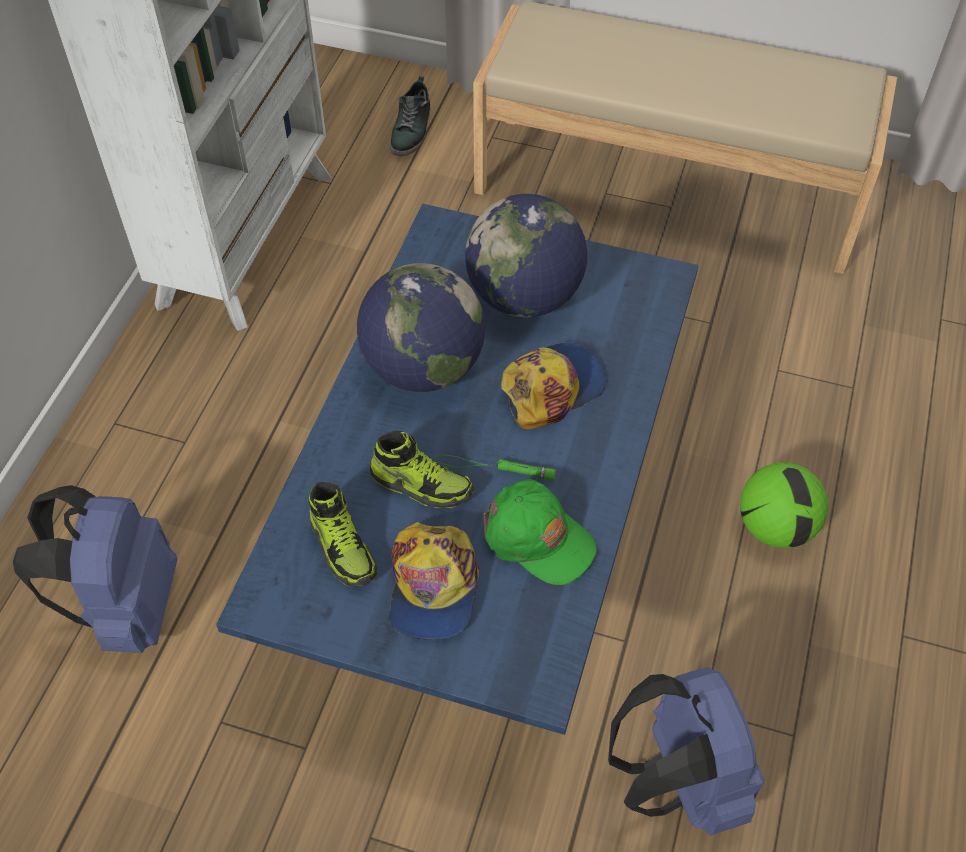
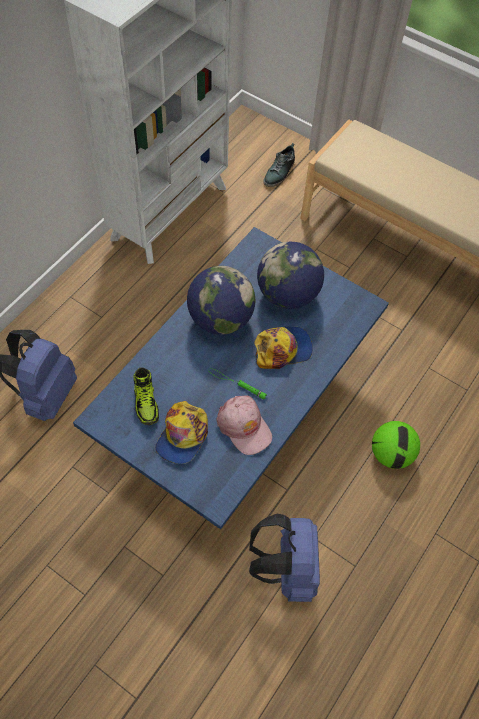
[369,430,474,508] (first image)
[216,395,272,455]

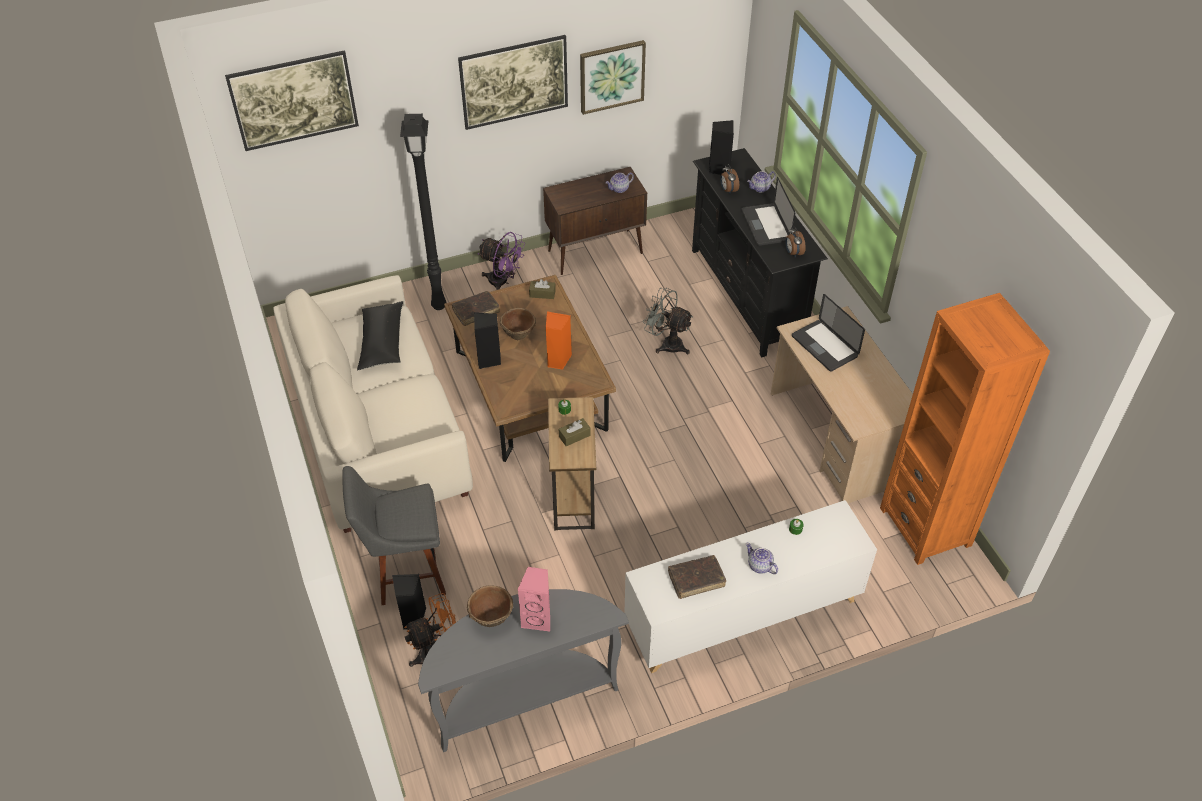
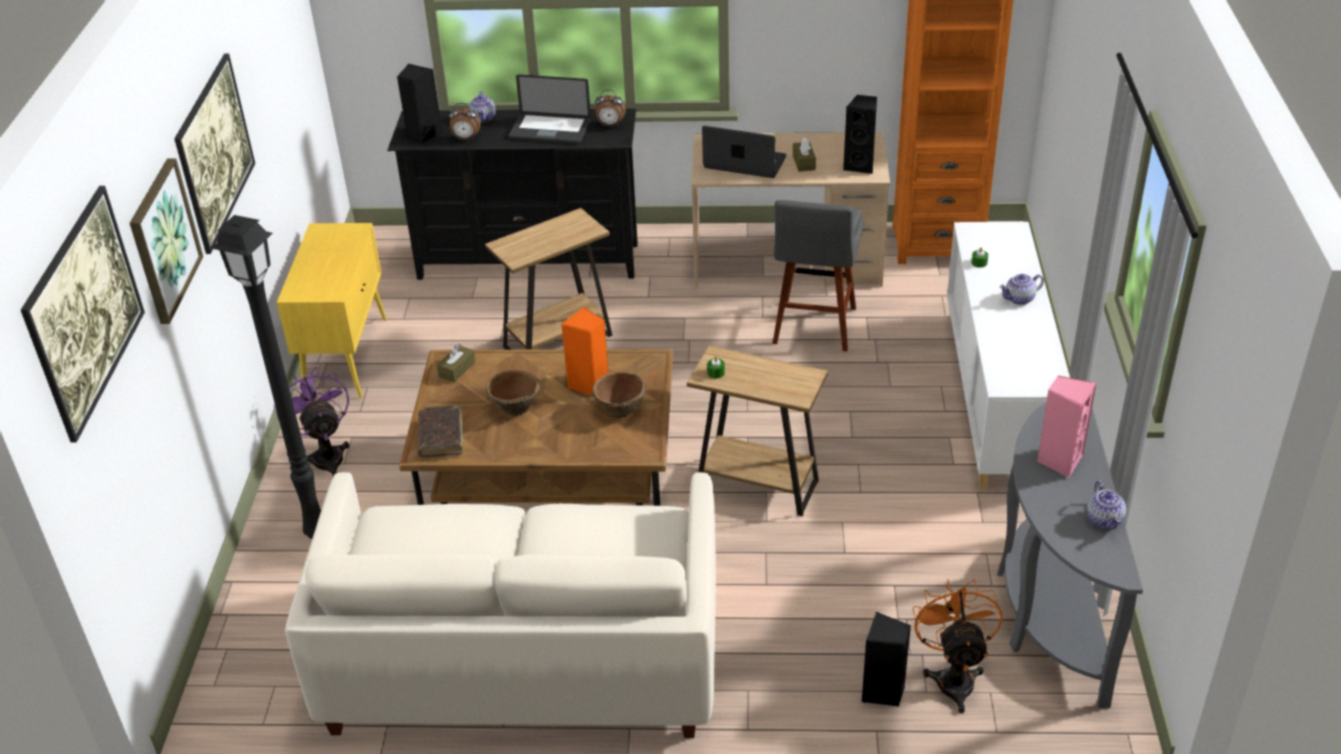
[130,158,203,324]
[277,223,386,398]
[1087,481,1126,530]
[273,367,349,477]
[485,208,612,350]
[702,126,786,178]
[357,301,403,370] (first image)
[843,95,877,174]
[793,137,816,172]
[773,200,863,352]
[668,555,726,599] (first image)
[592,372,646,418]

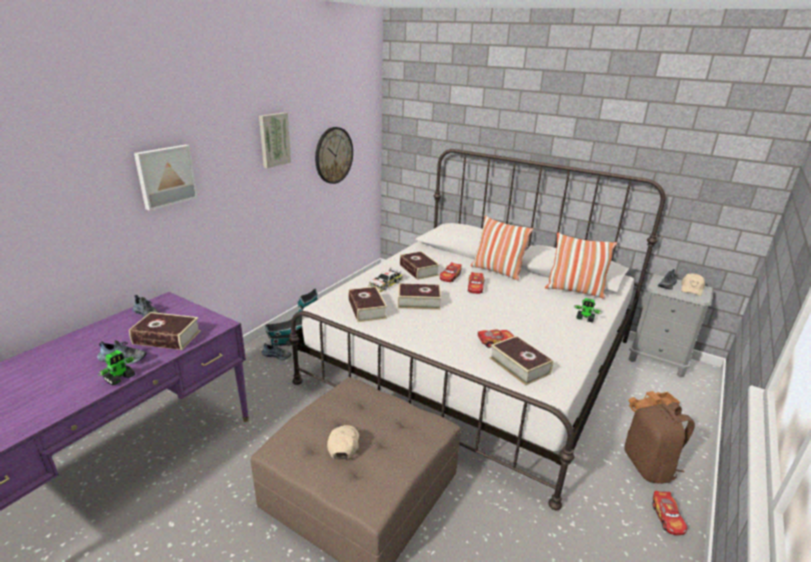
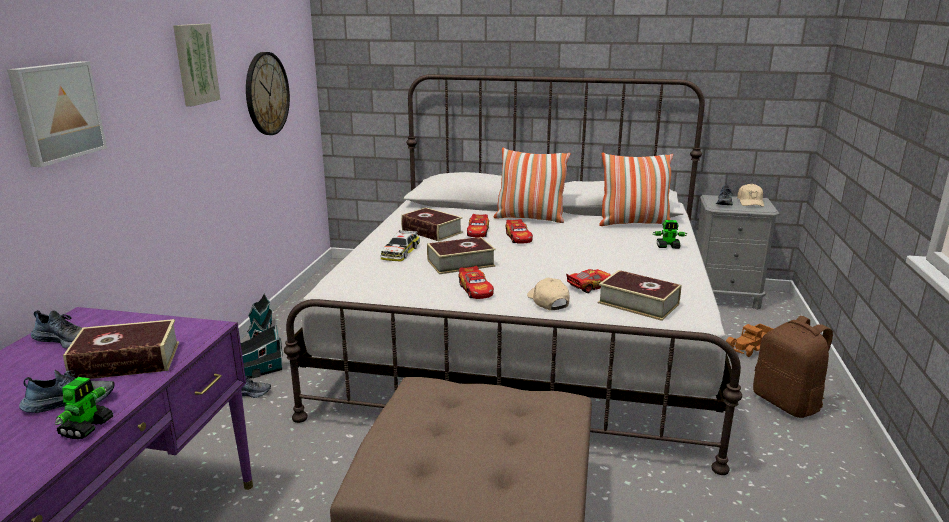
[348,286,387,322] (first image)
[527,278,569,310]
[458,266,494,299]

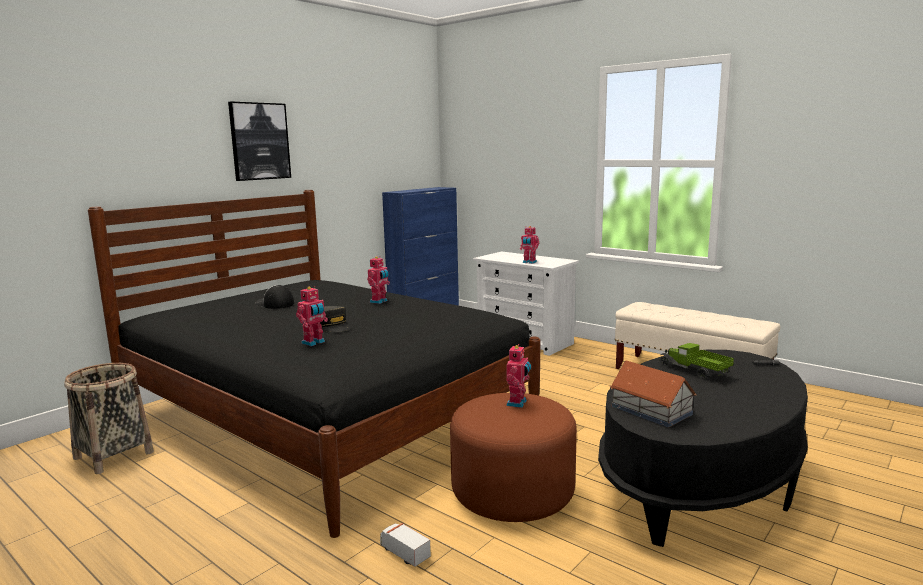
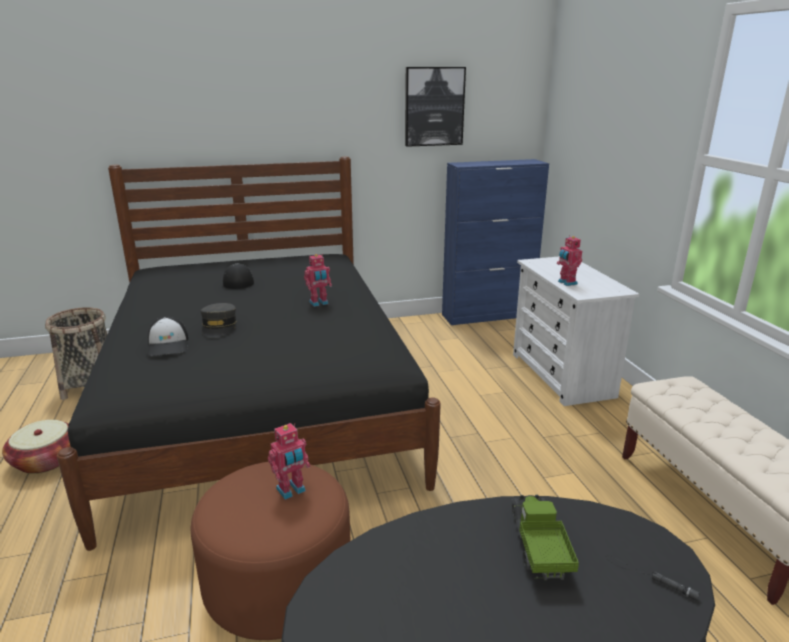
[405,67,466,147]
[147,317,189,356]
[610,360,697,427] (first image)
[380,523,431,567] (first image)
[2,420,71,474]

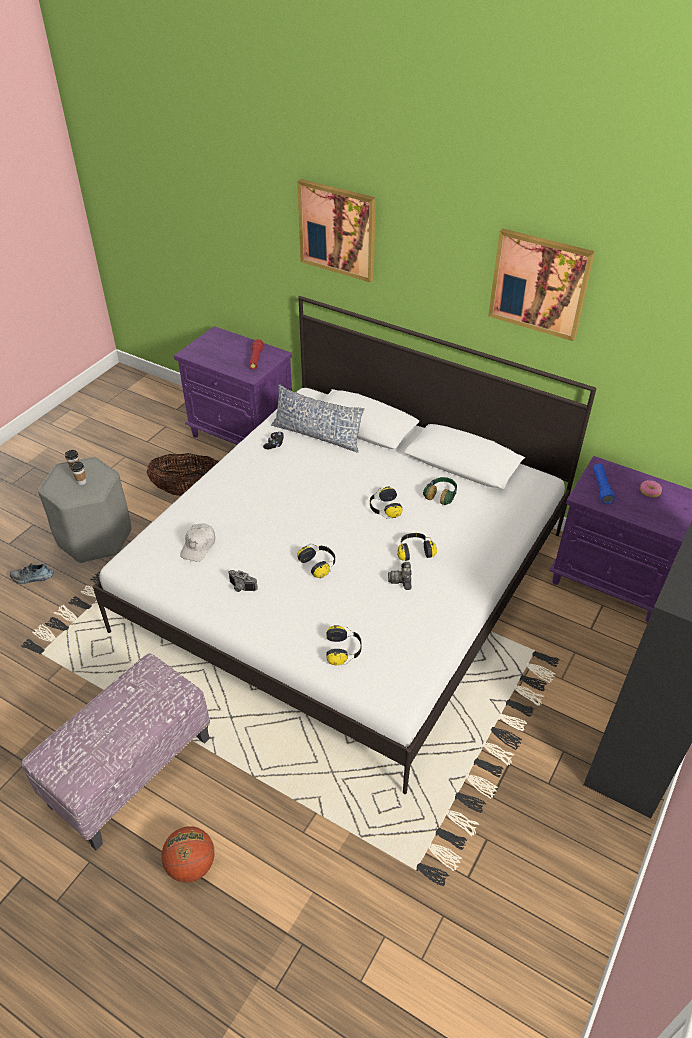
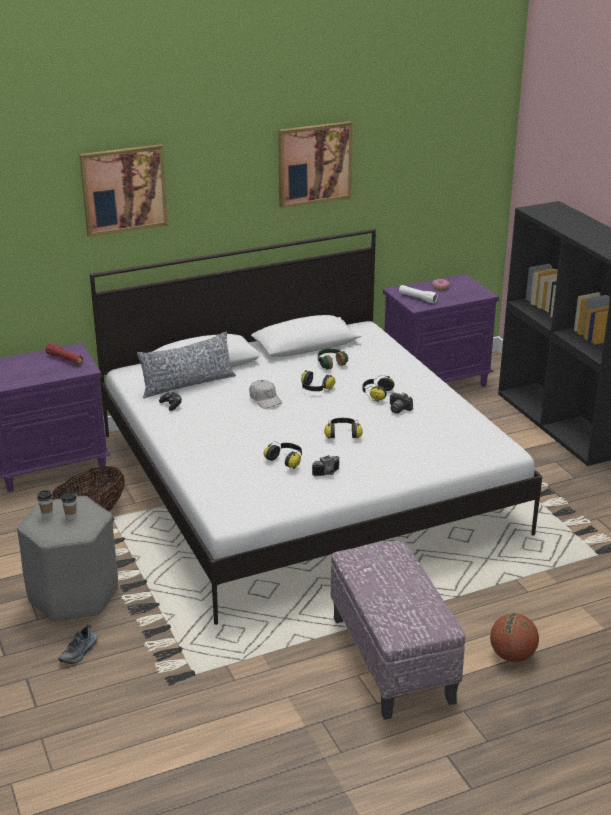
[399,285,438,303]
[249,380,282,409]
[264,441,302,469]

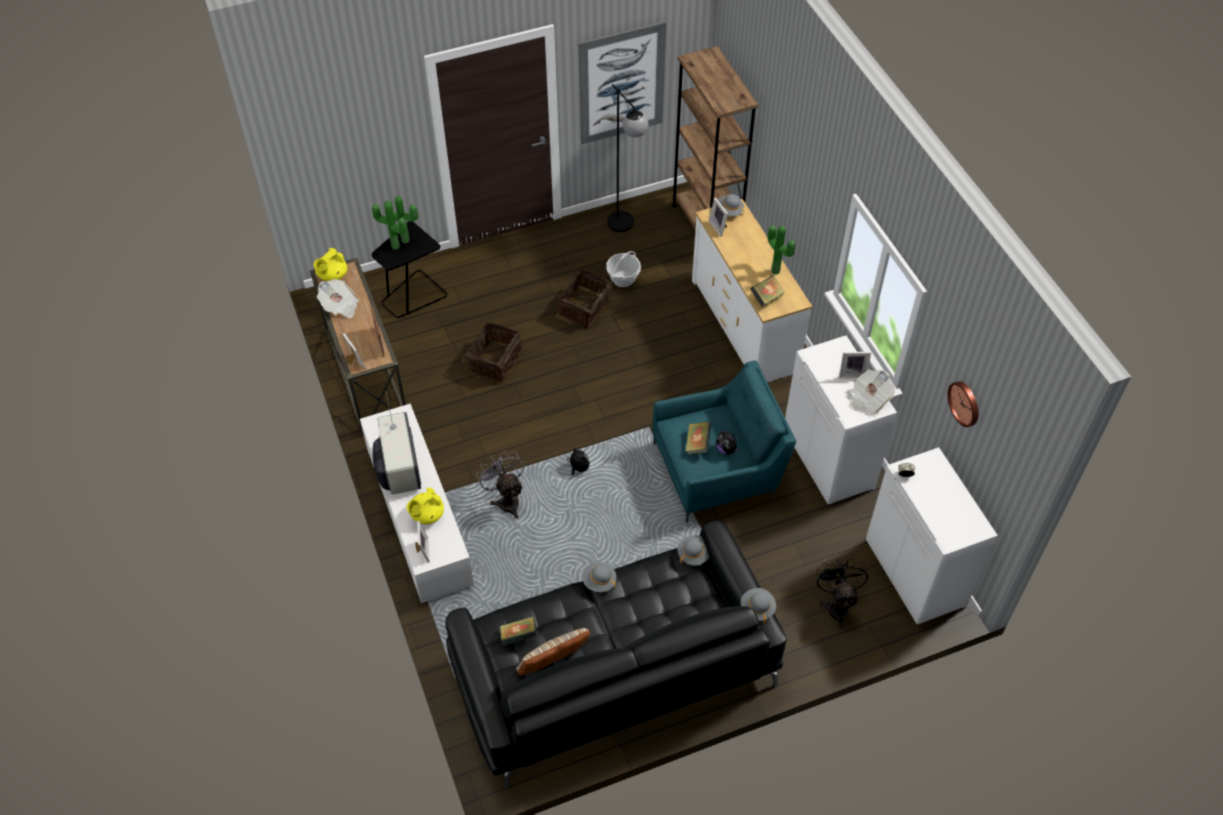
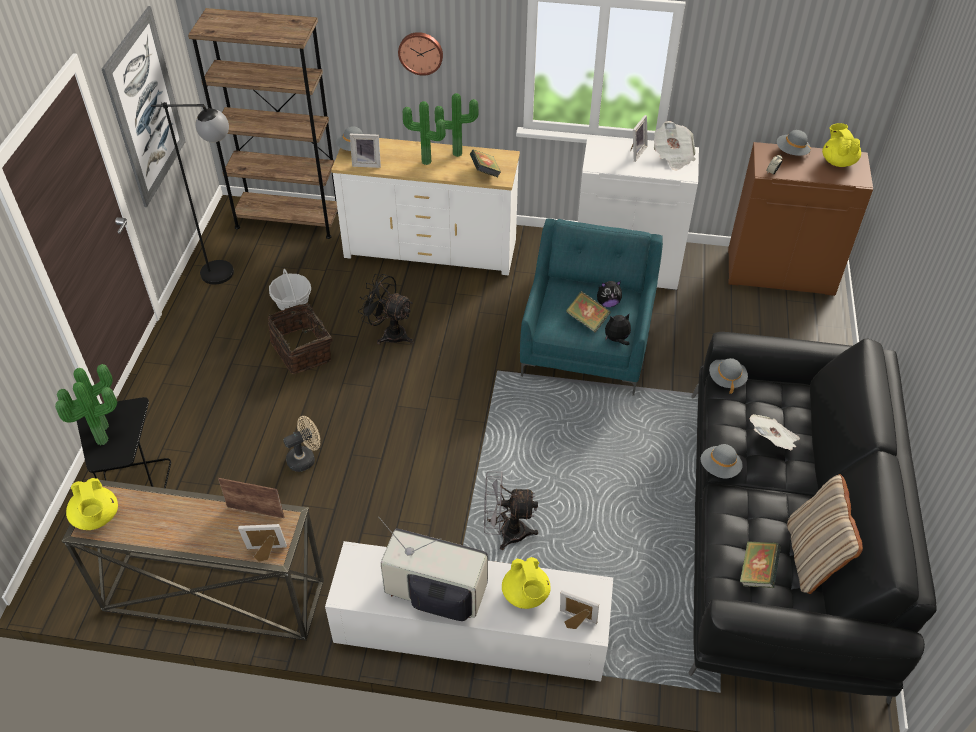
[750,414,800,451]
[283,416,320,472]
[398,32,443,76]
[605,314,631,345]
[728,142,873,296]
[358,274,413,345]
[777,130,811,156]
[403,101,446,165]
[822,123,861,167]

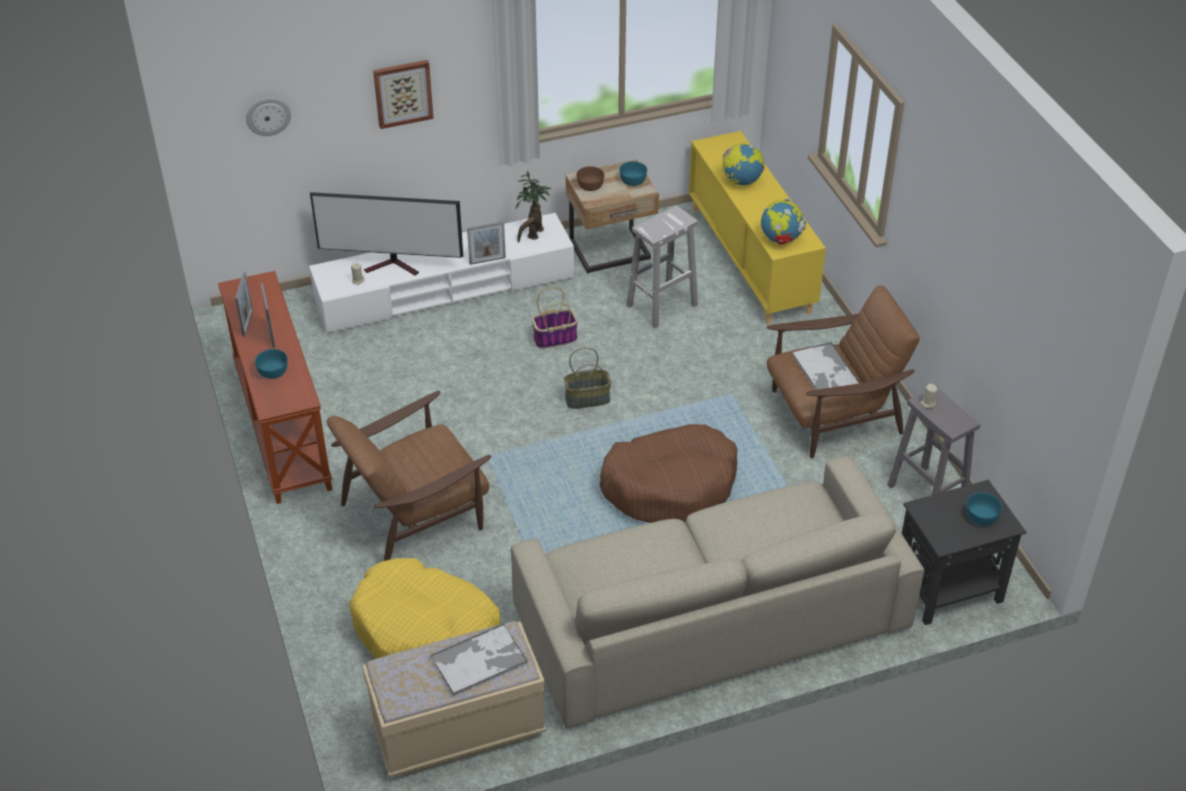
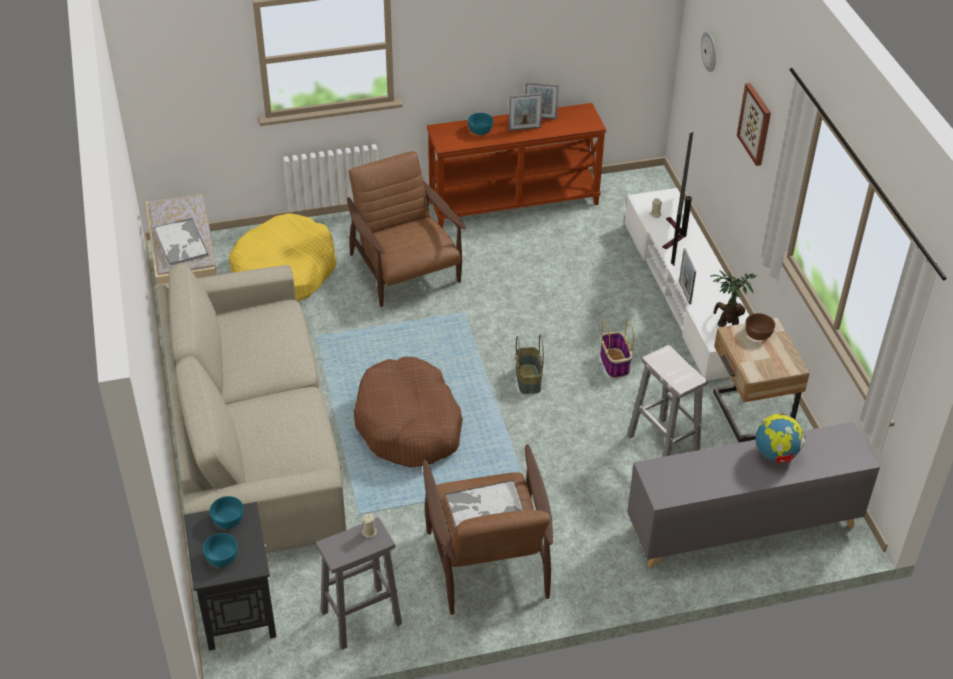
[627,422,880,568]
[209,496,244,529]
[761,198,806,245] (first image)

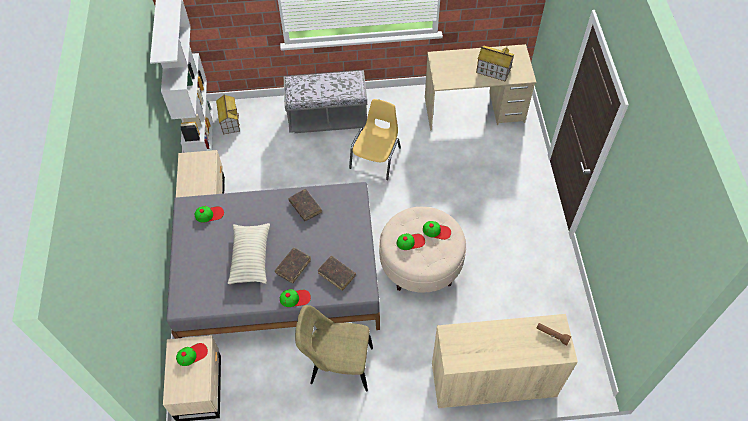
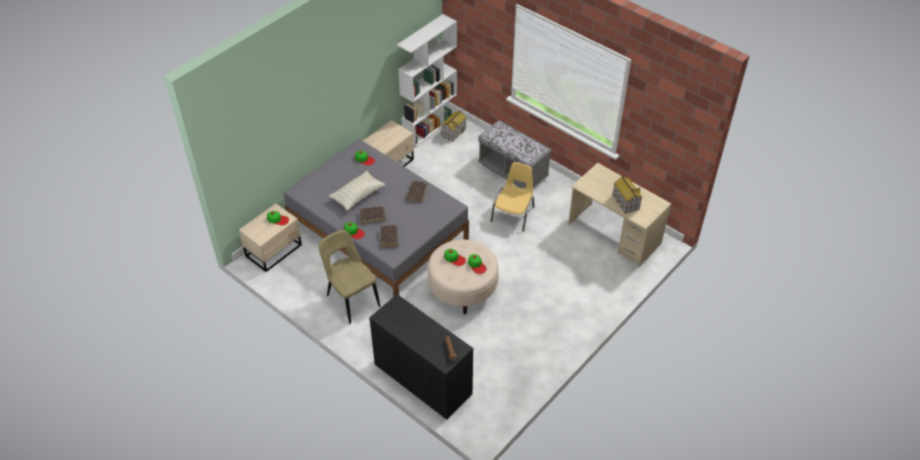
[490,162,534,232]
[369,294,473,420]

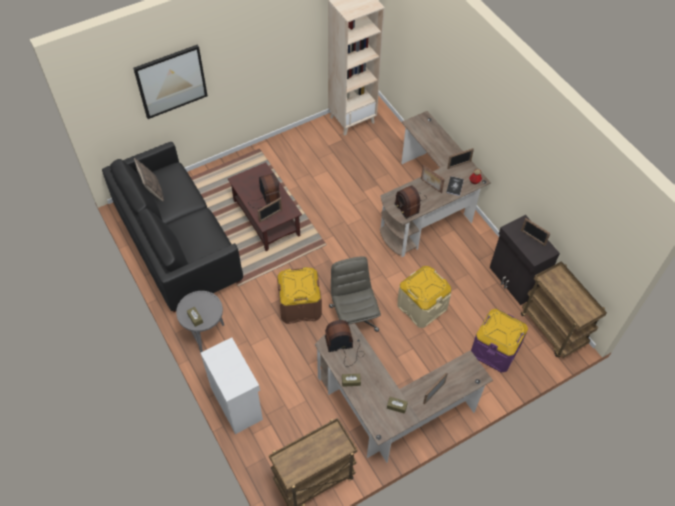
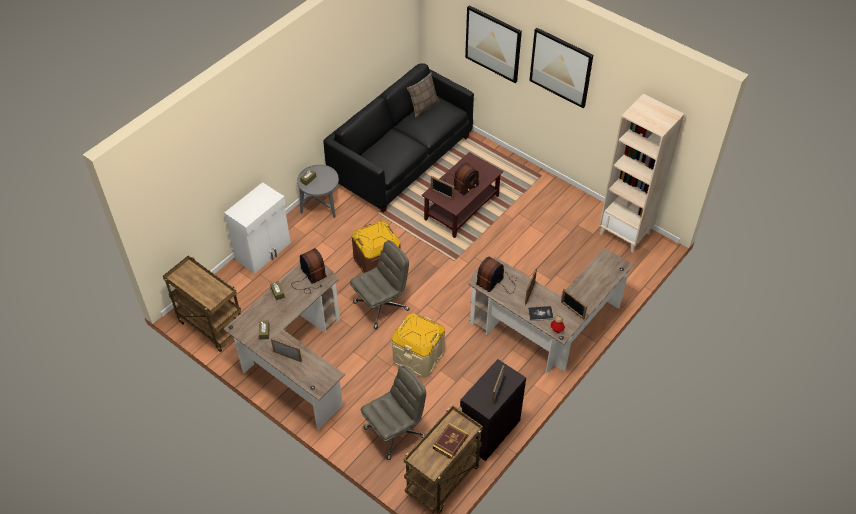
[361,365,426,460]
[529,28,593,108]
[433,423,468,460]

